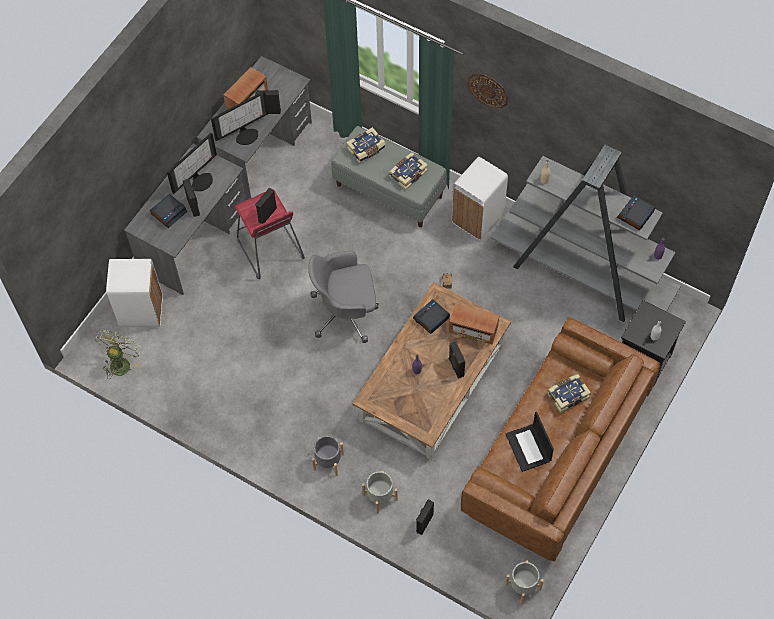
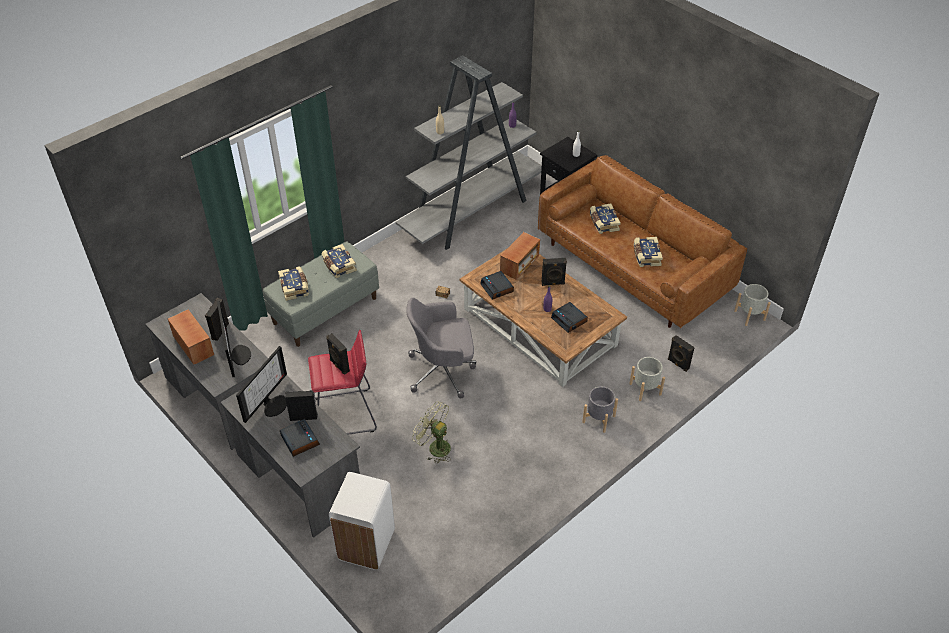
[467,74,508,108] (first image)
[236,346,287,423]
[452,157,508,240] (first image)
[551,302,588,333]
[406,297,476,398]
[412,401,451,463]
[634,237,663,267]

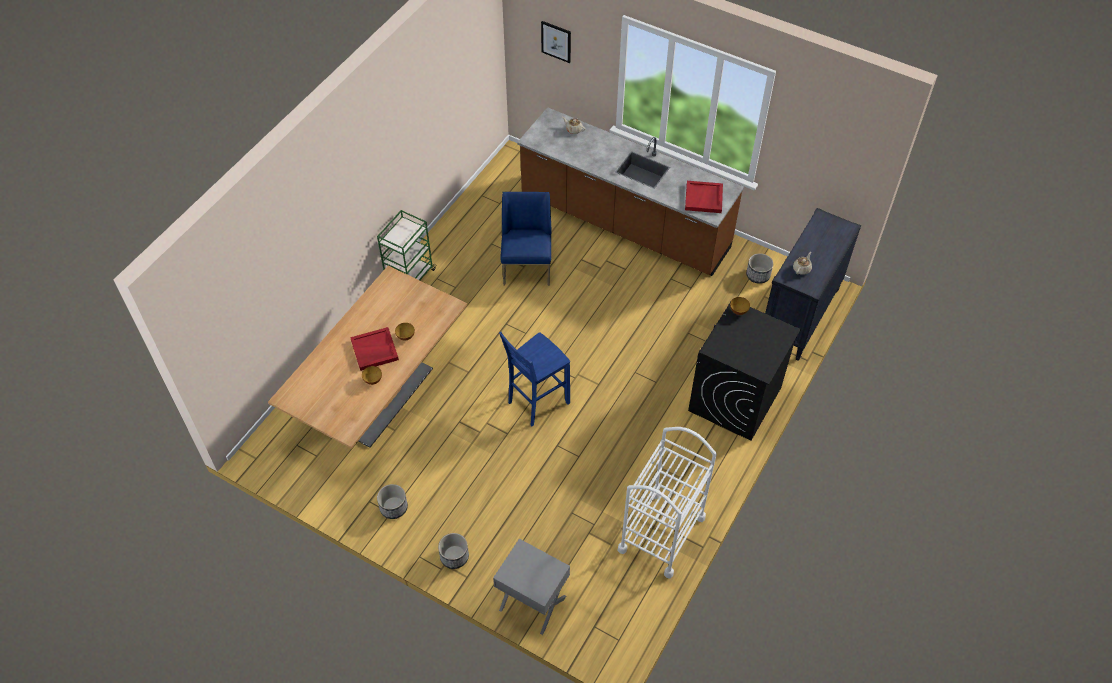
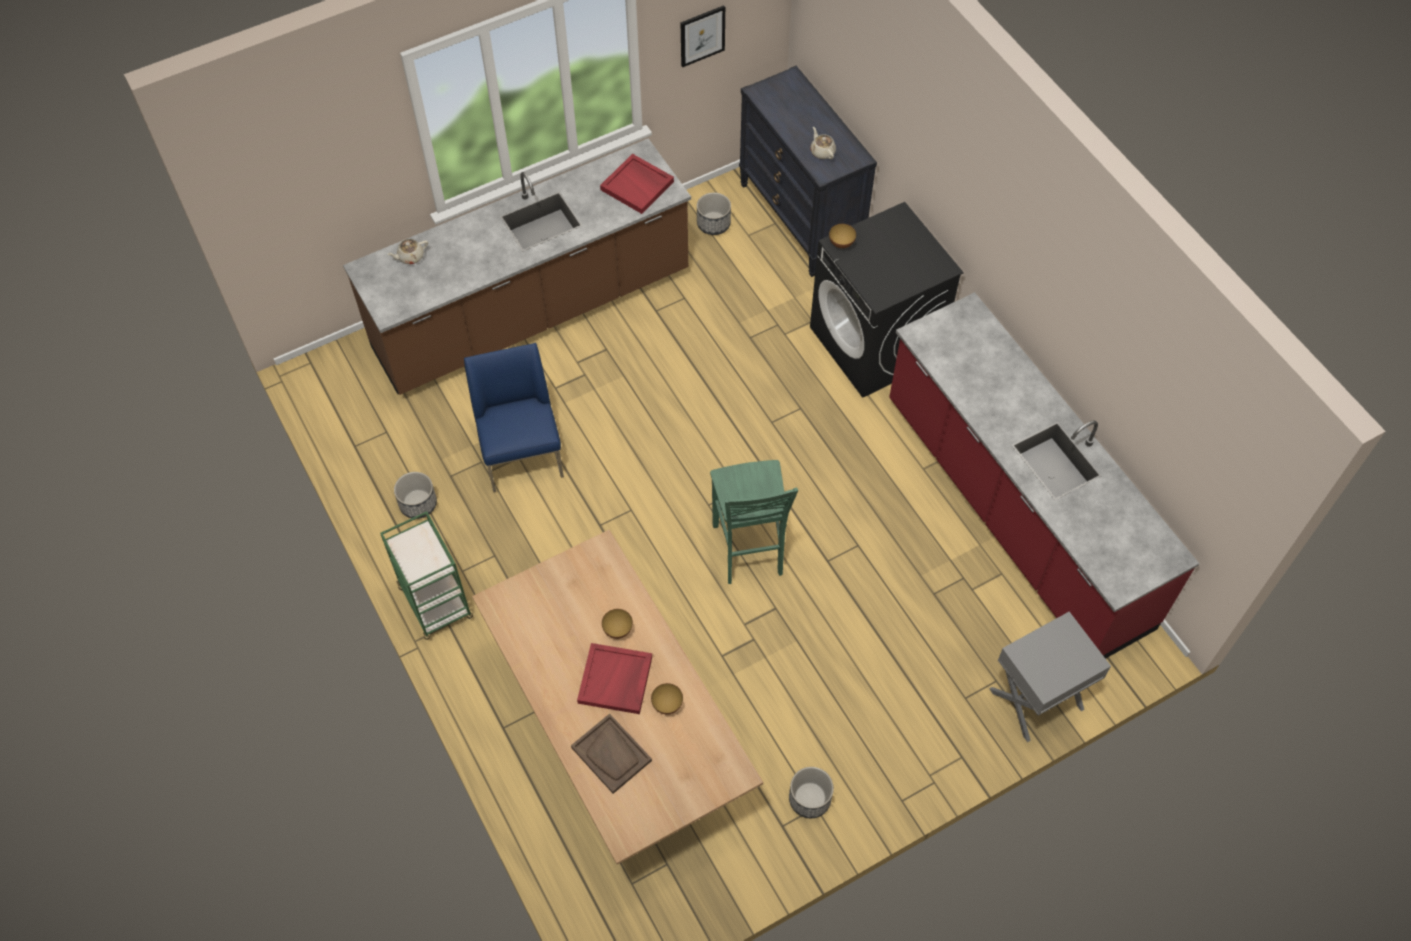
[681,5,725,67]
[464,343,564,492]
[710,460,798,584]
[889,292,1199,659]
[394,472,437,519]
[571,714,652,794]

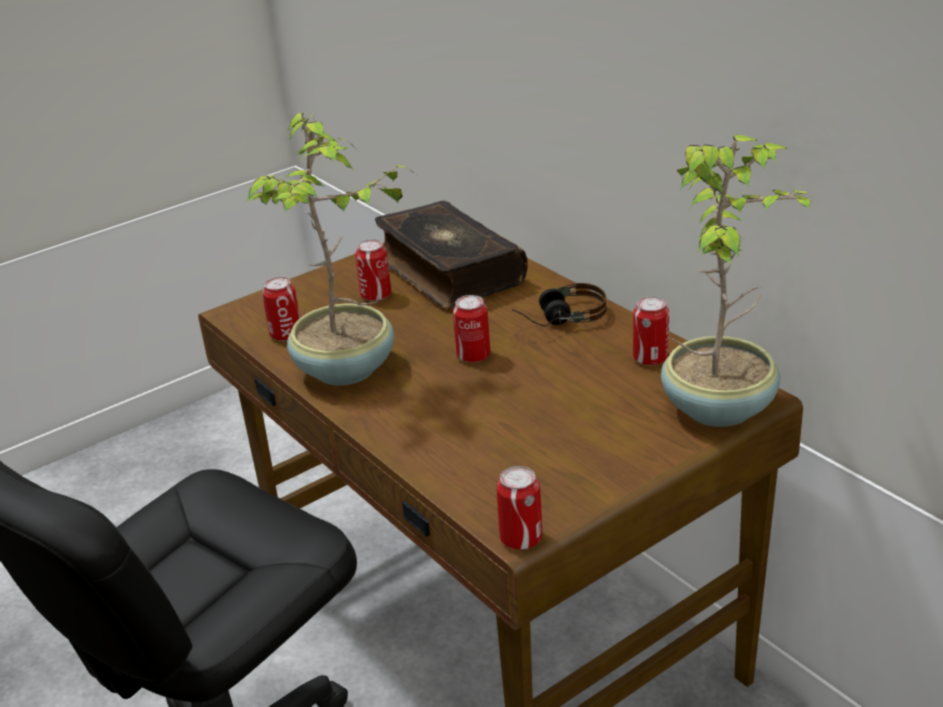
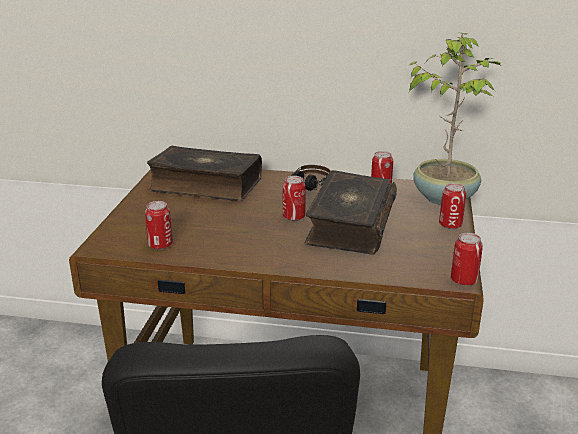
[246,113,416,385] (first image)
[439,183,466,229]
[305,170,397,254]

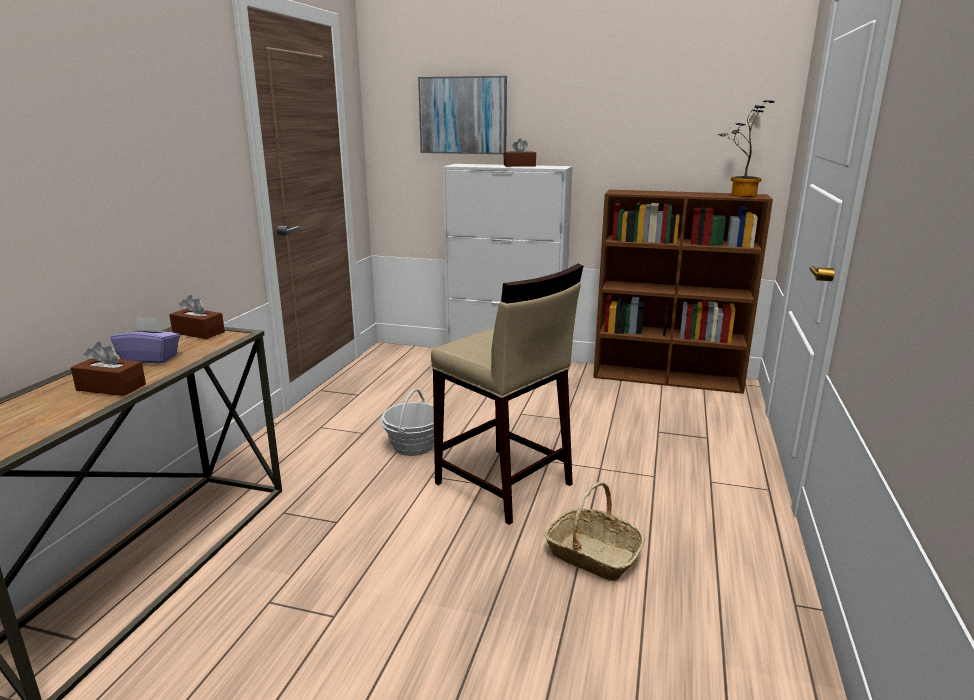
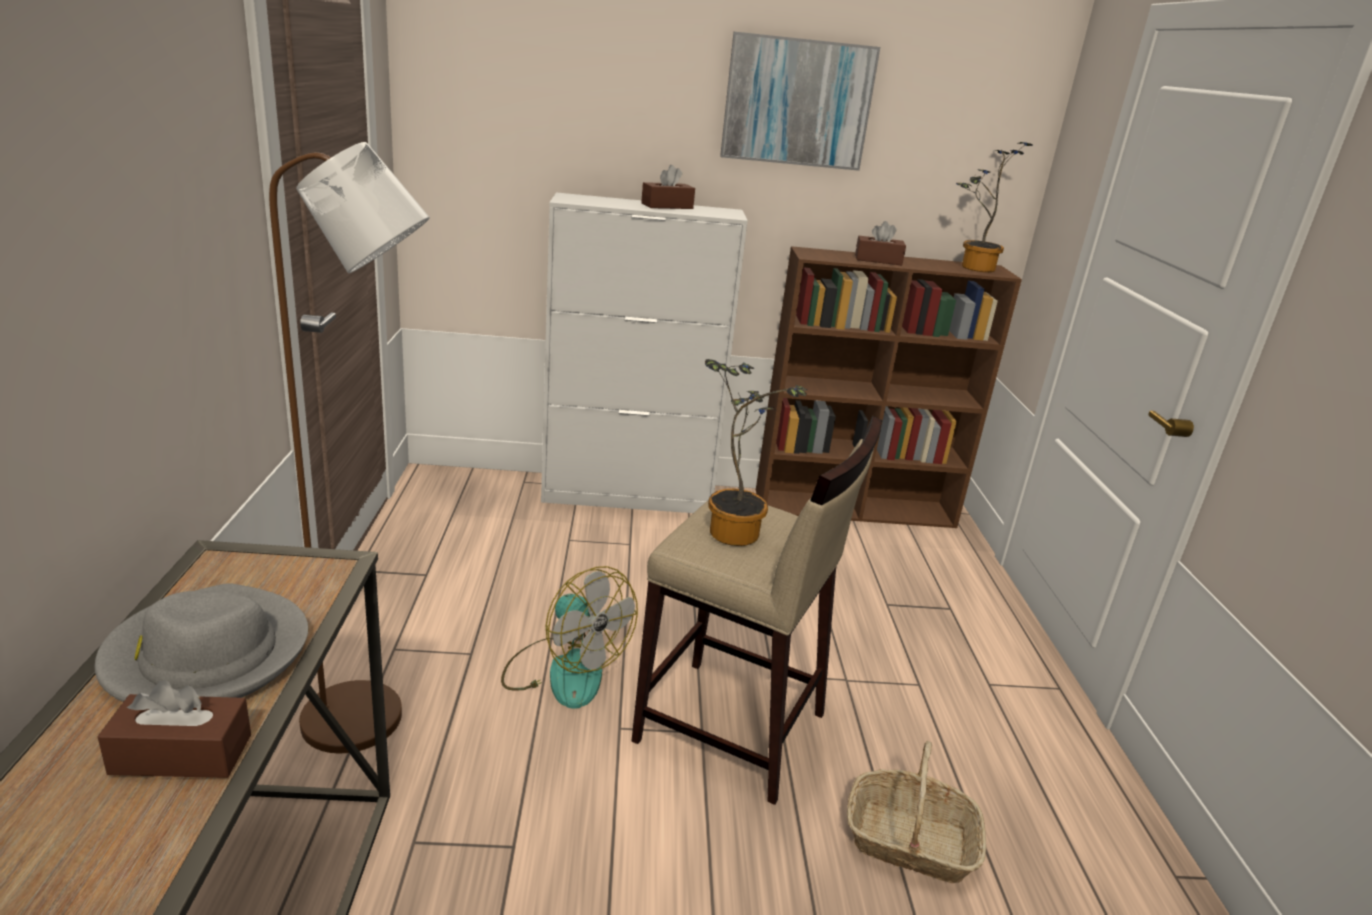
[720,32,880,171]
[855,221,906,266]
[95,583,308,702]
[501,566,638,709]
[269,142,430,753]
[705,359,807,546]

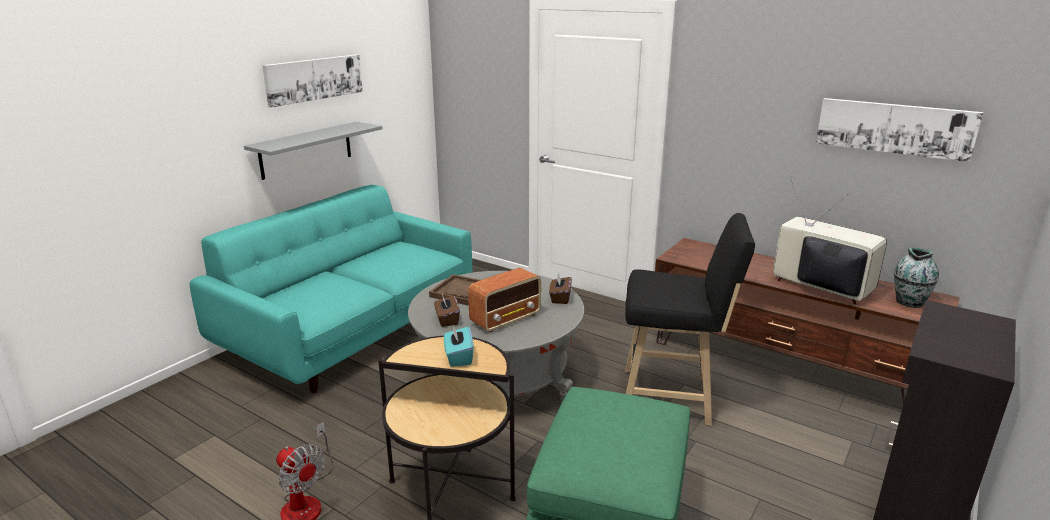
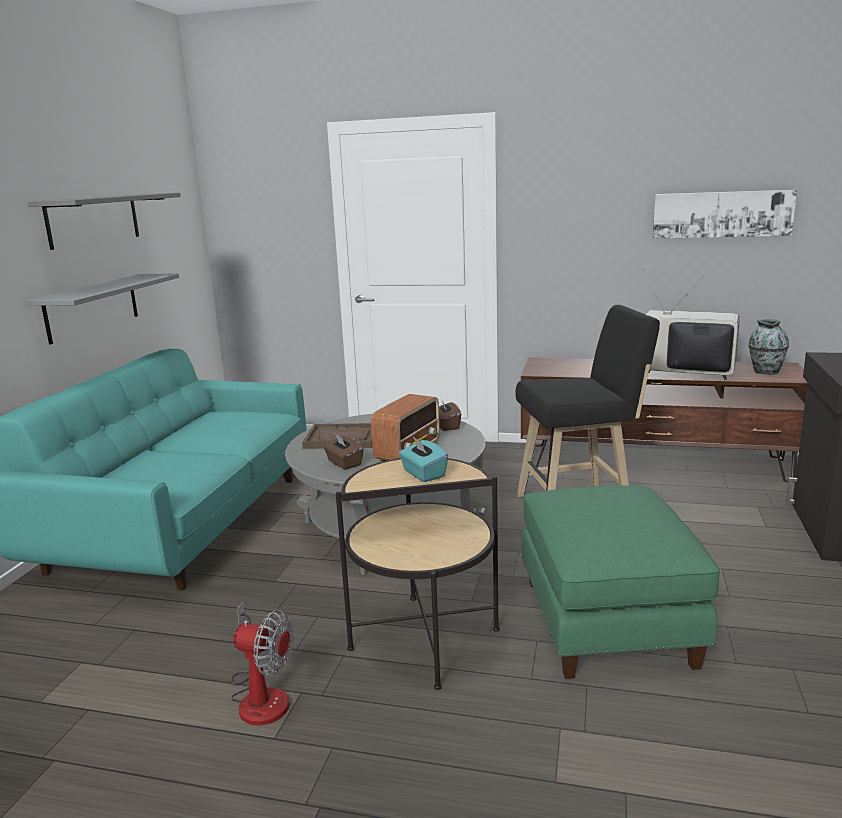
[28,192,181,250]

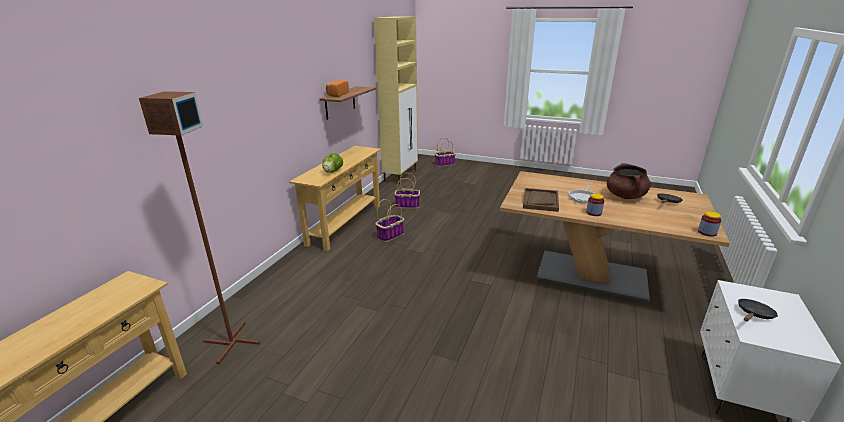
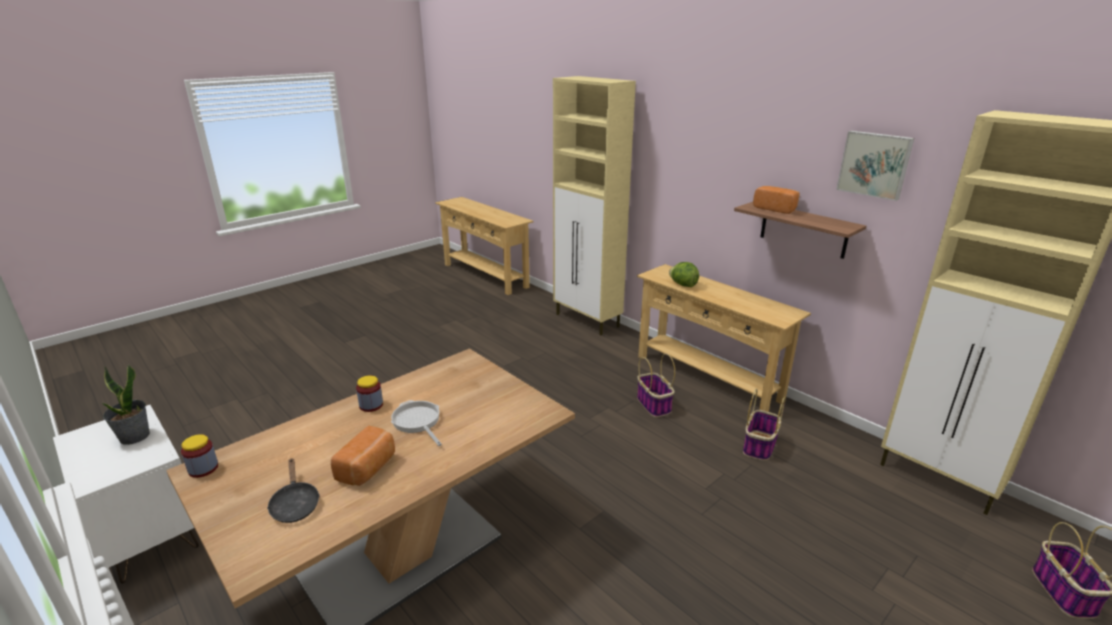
[139,91,260,364] (first image)
[331,426,395,486]
[523,188,559,212] (first image)
[102,364,150,445]
[553,76,636,335]
[836,131,914,201]

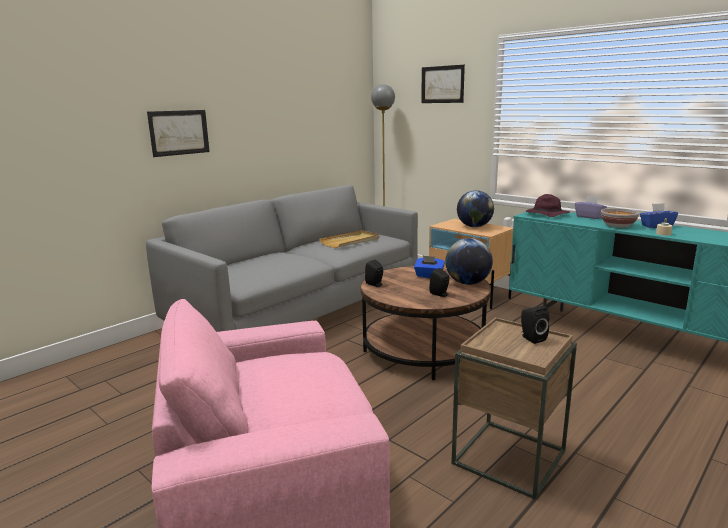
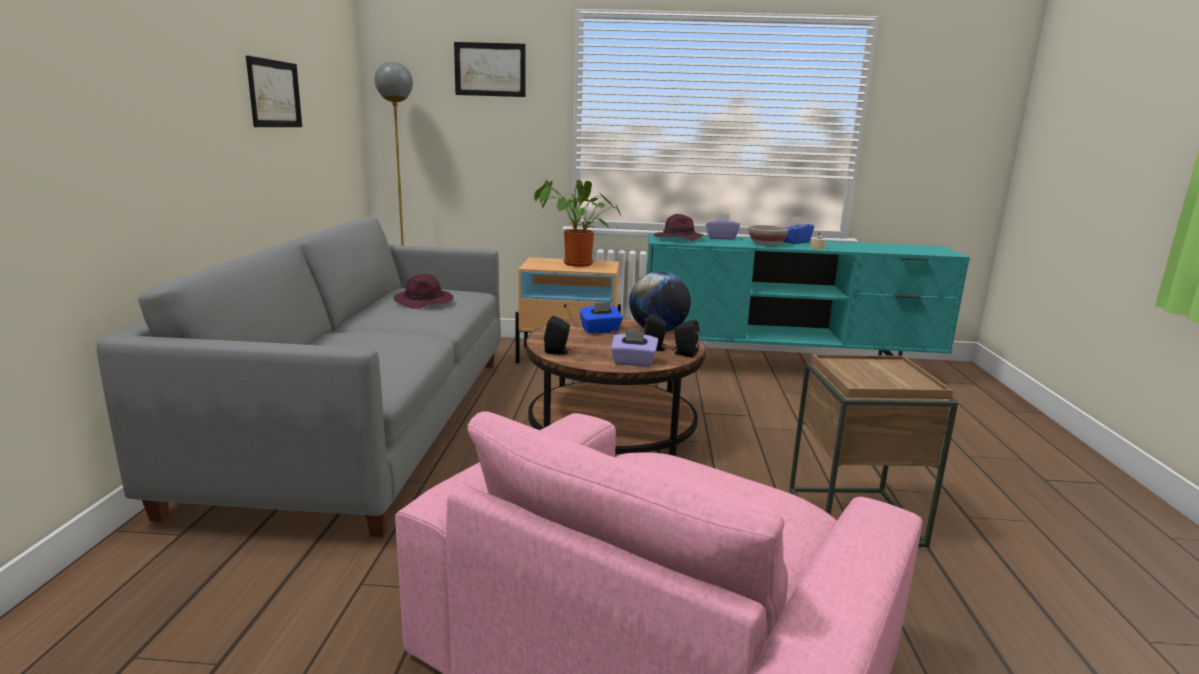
[246,56,302,127]
[534,180,622,267]
[394,274,454,309]
[672,319,700,358]
[611,330,658,367]

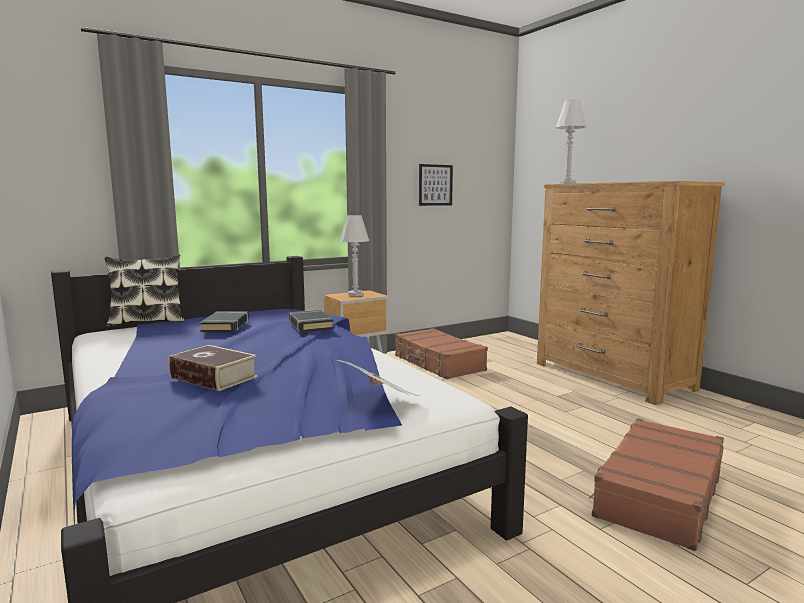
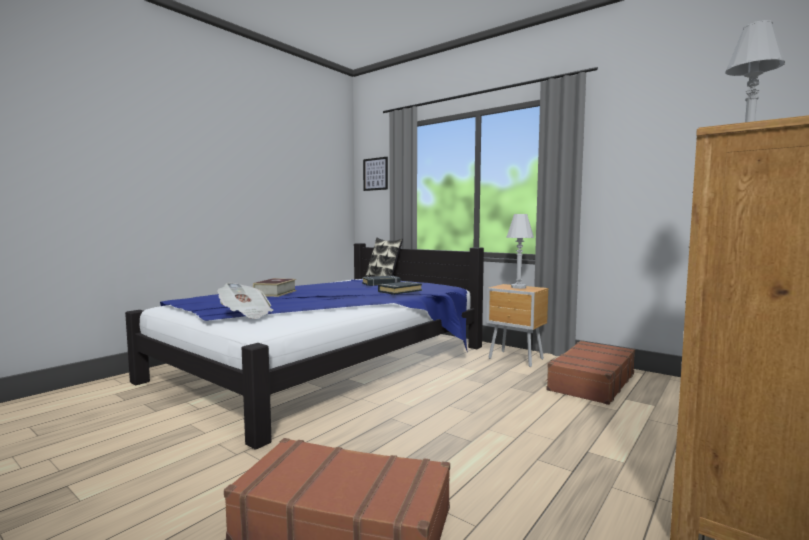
[363,157,388,191]

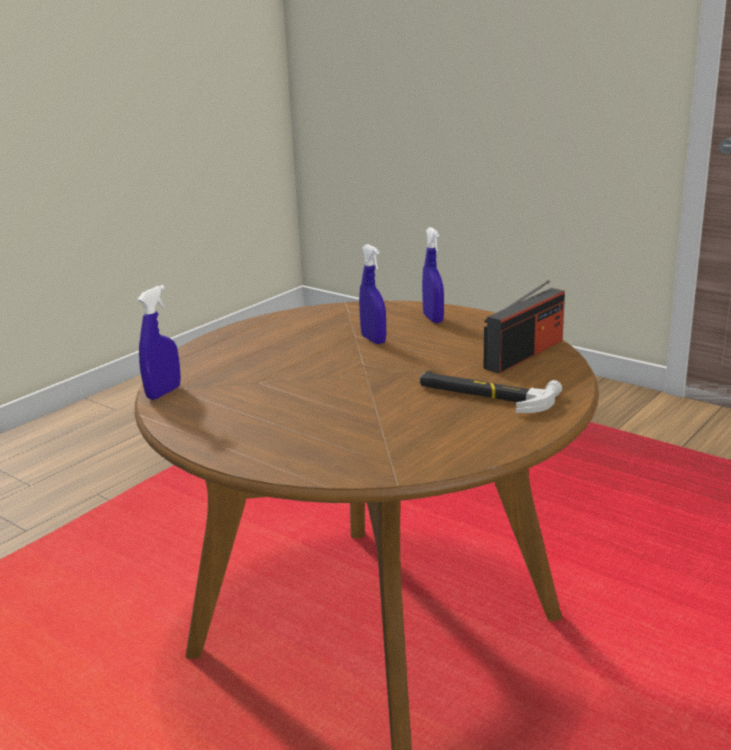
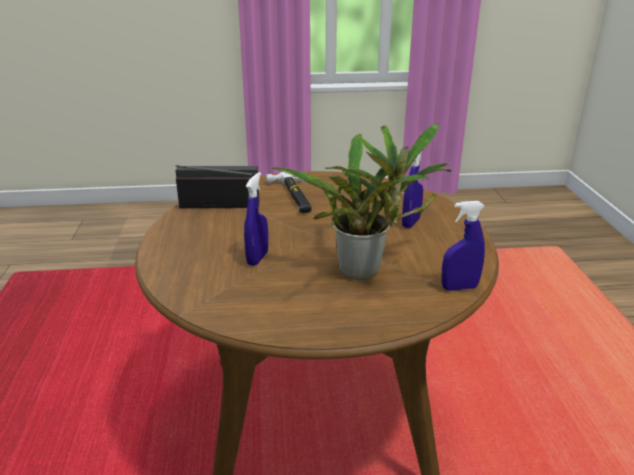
[402,151,423,228]
[270,123,451,280]

